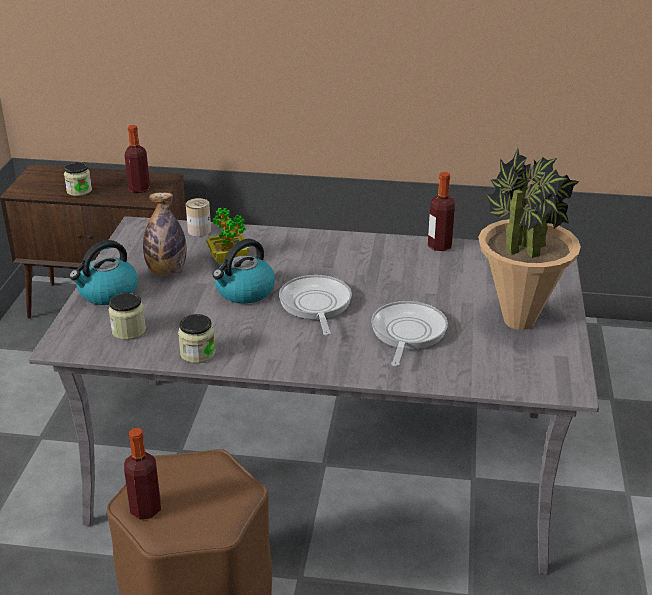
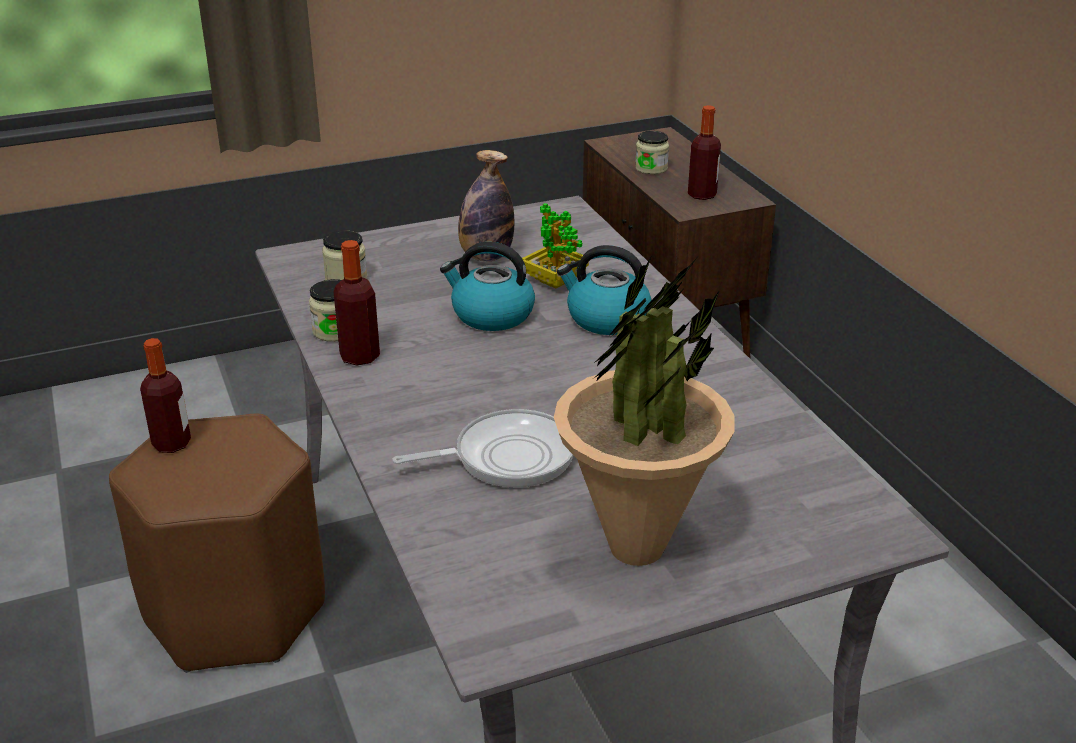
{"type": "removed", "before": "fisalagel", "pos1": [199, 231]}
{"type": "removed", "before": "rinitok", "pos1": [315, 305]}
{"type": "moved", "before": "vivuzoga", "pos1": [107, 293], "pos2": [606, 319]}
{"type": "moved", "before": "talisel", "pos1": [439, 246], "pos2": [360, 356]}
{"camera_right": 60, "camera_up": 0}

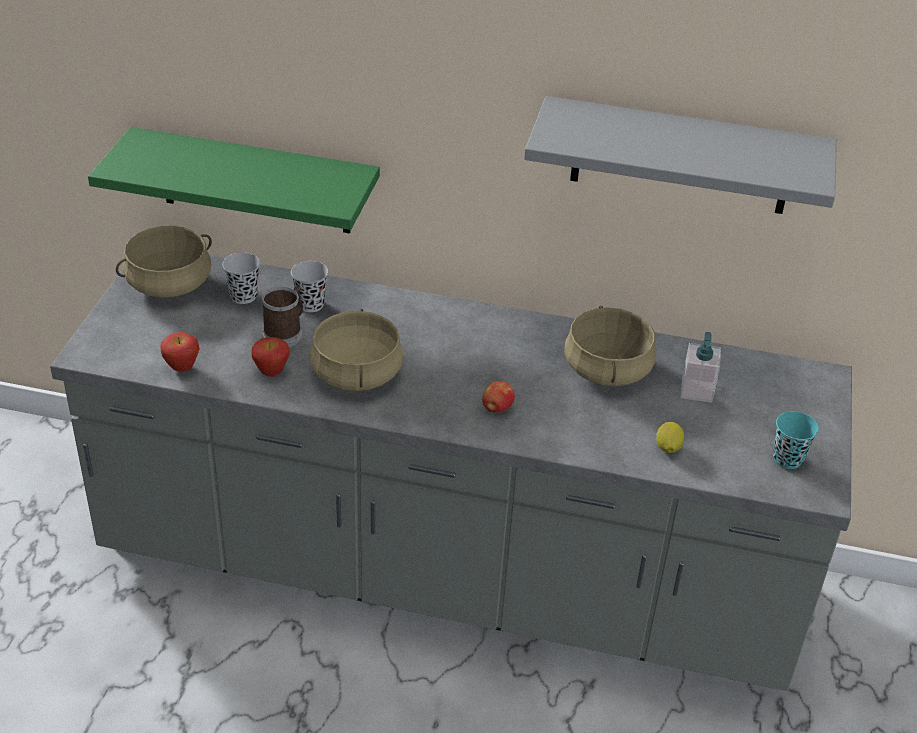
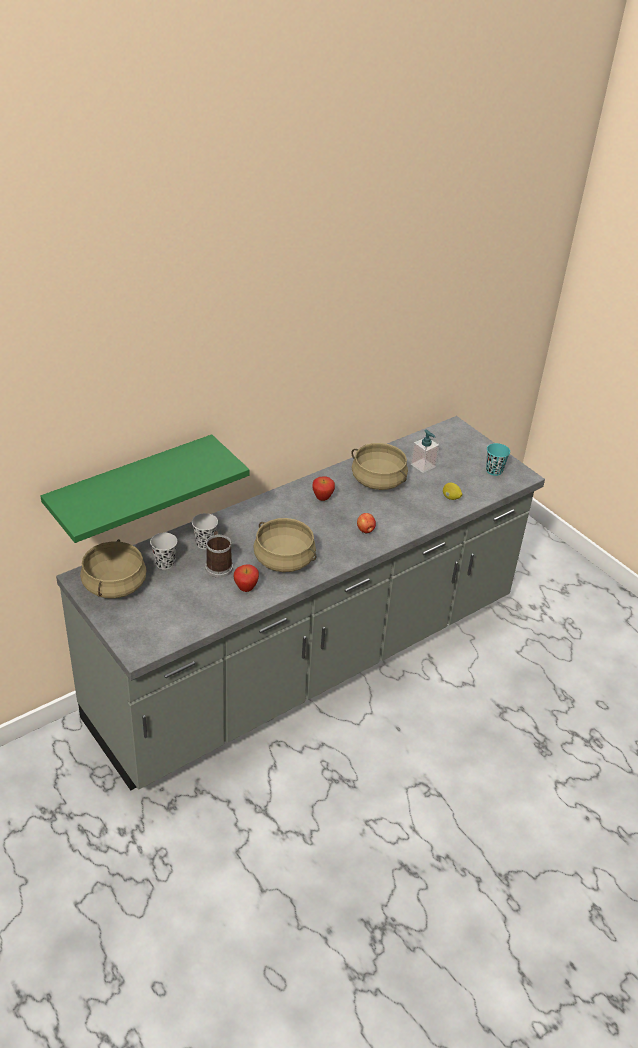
{"type": "removed", "before": "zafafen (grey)", "pos1": [681, 156]}
{"type": "moved", "before": "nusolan", "pos1": [182, 368], "pos2": [322, 498]}
{"camera_right": -50, "camera_up": 0}

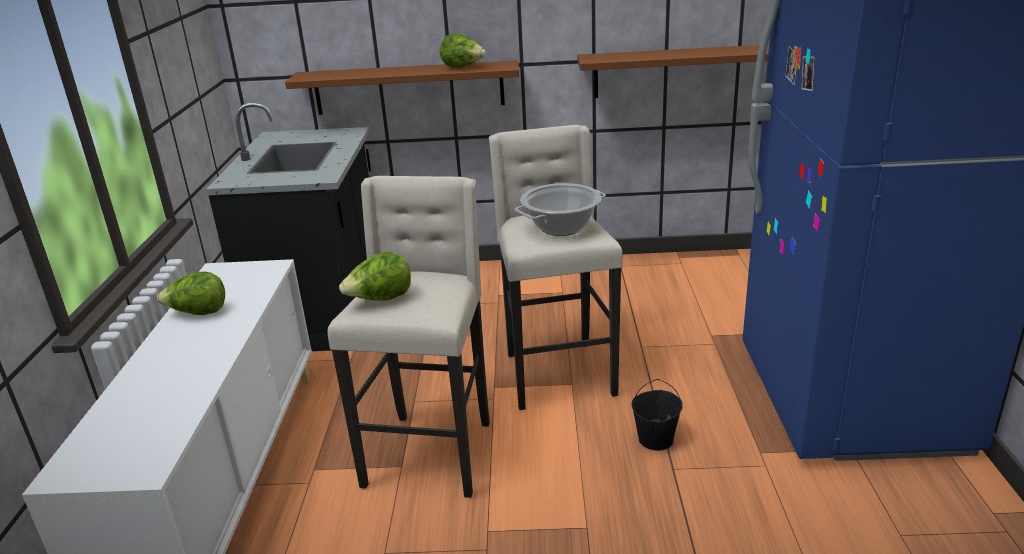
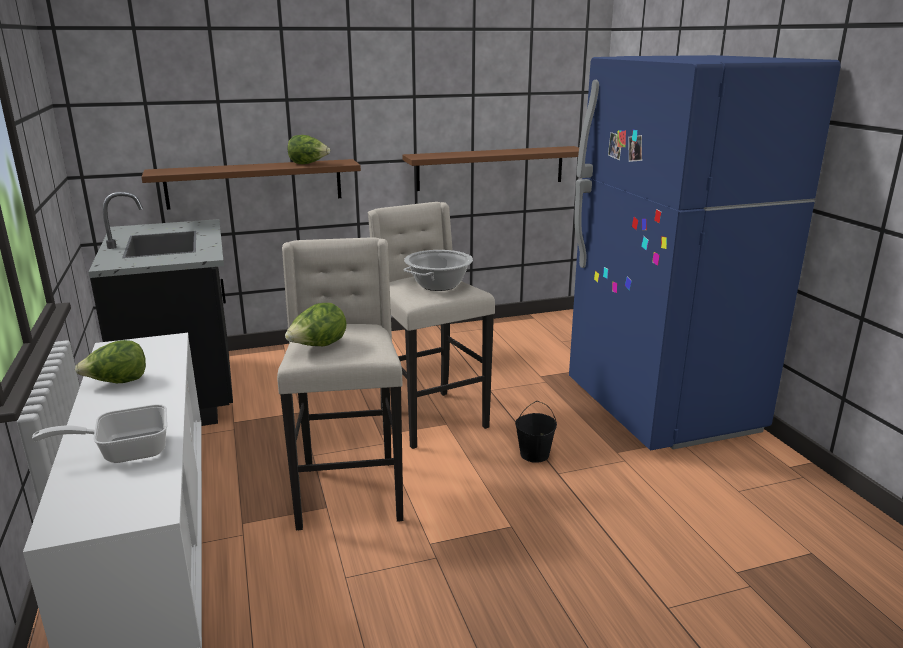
{"type": "added", "after": "rinitok", "pos2": [125, 451]}
{"camera_right": -20, "camera_up": -5}

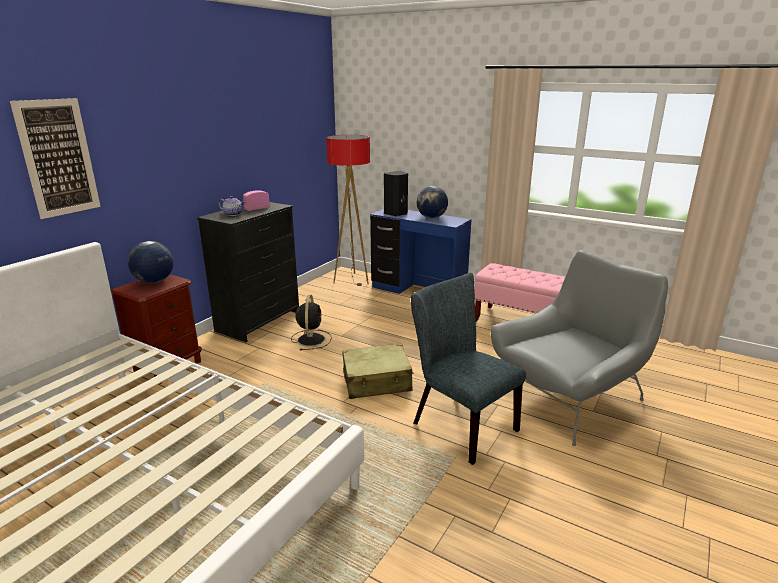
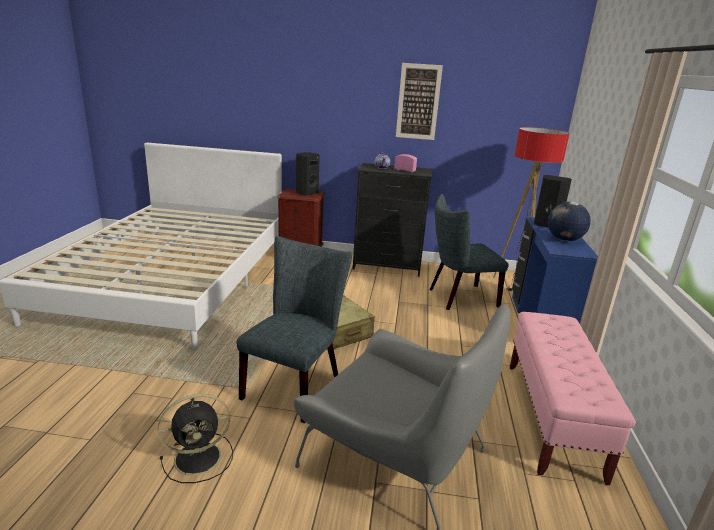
{"type": "added", "after": "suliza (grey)", "pos2": [458, 297]}
{"type": "moved", "before": "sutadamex", "pos1": [58, 158], "pos2": [418, 102]}
{"type": "moved", "before": "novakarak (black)", "pos1": [311, 339], "pos2": [200, 457]}
{"type": "replaced", "before": "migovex", "after": "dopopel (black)", "pos1": [154, 281], "pos2": [306, 193]}
{"camera_right": 65, "camera_up": 0}

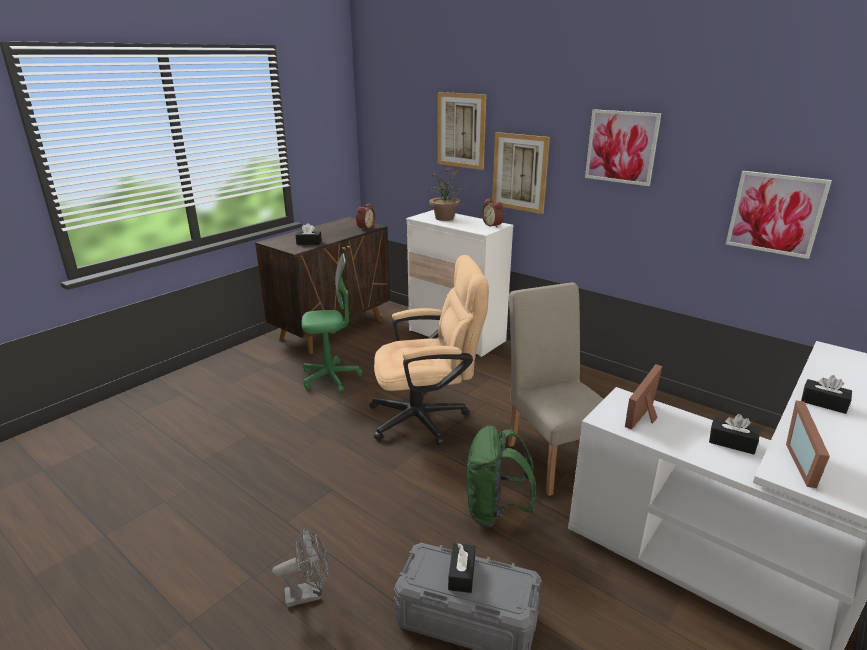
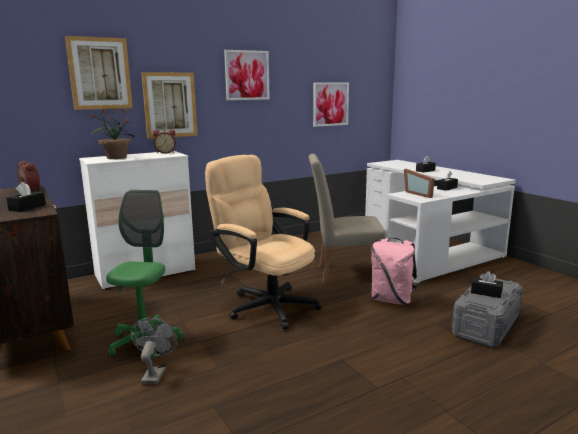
{"type": "removed", "before": "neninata", "pos1": [807, 464]}
{"type": "moved", "before": "novakarak (grey)", "pos1": [309, 593], "pos2": [155, 373]}
{"type": "recoloured", "before": "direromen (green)", "after": "direromen (pink)", "pos1": [495, 511], "pos2": [392, 300]}
{"type": "turned", "before": "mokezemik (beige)", "pos1": [427, 417], "pos2": [265, 304], "turn": -60}
{"camera_right": -70, "camera_up": -10}

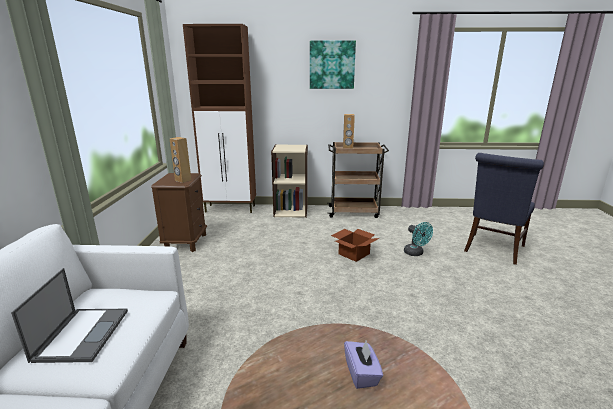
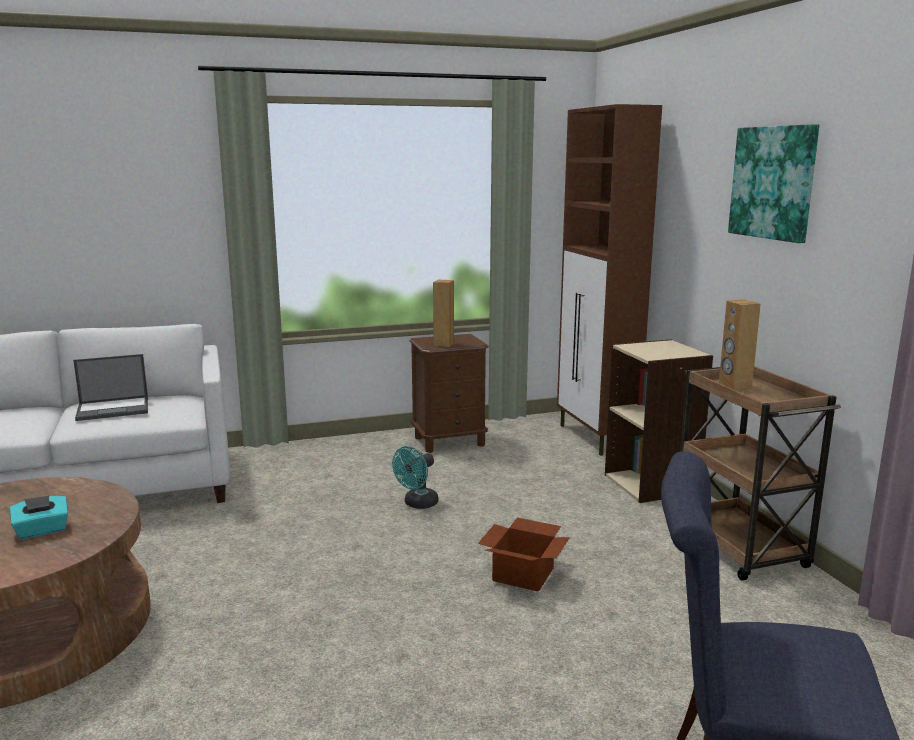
{"type": "moved", "before": "novakarak (turquoise)", "pos1": [416, 253], "pos2": [417, 504]}
{"type": "recoloured", "before": "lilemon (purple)", "after": "lilemon (turquoise)", "pos1": [362, 374], "pos2": [42, 531]}
{"camera_right": 70, "camera_up": -5}

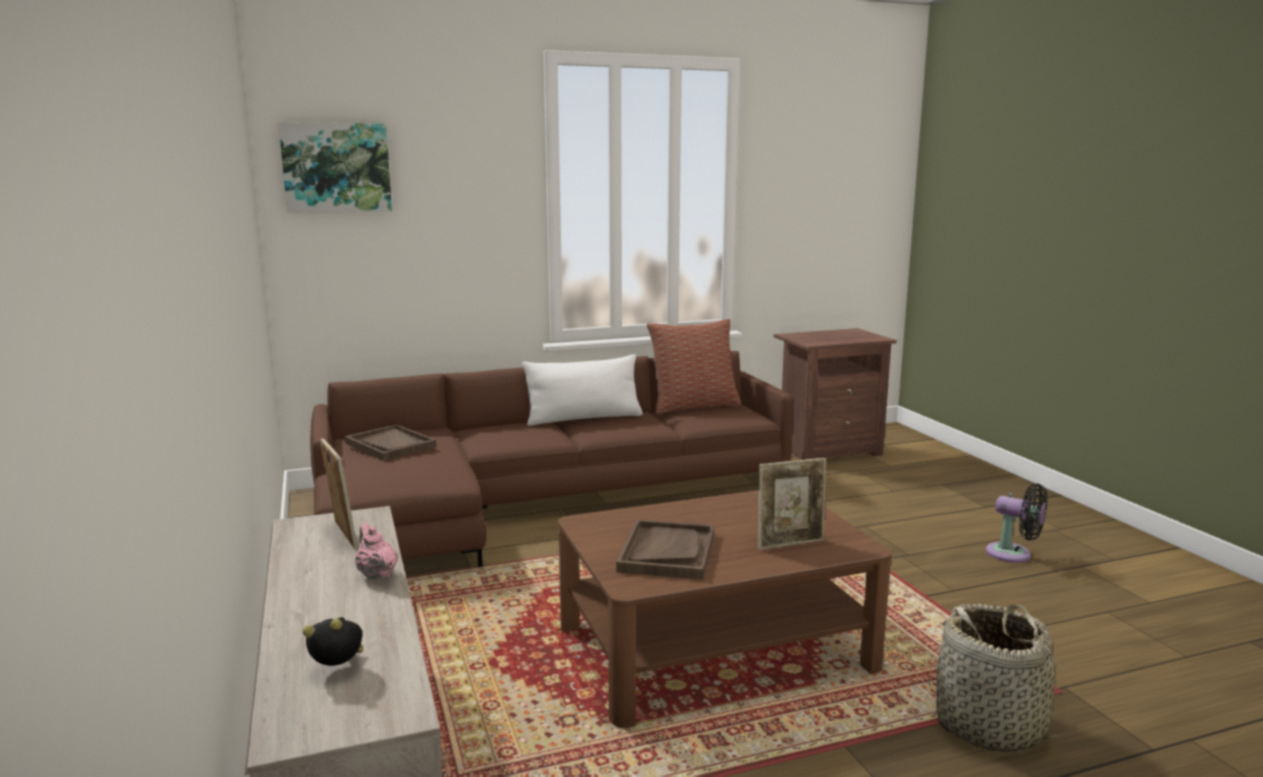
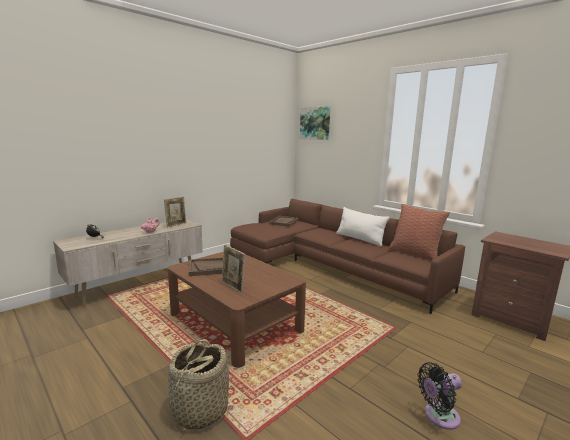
{"type": "turned", "before": "novakarak (black)", "pos1": [1013, 555], "pos2": [439, 417], "turn": 60}
{"camera_right": 65, "camera_up": 0}

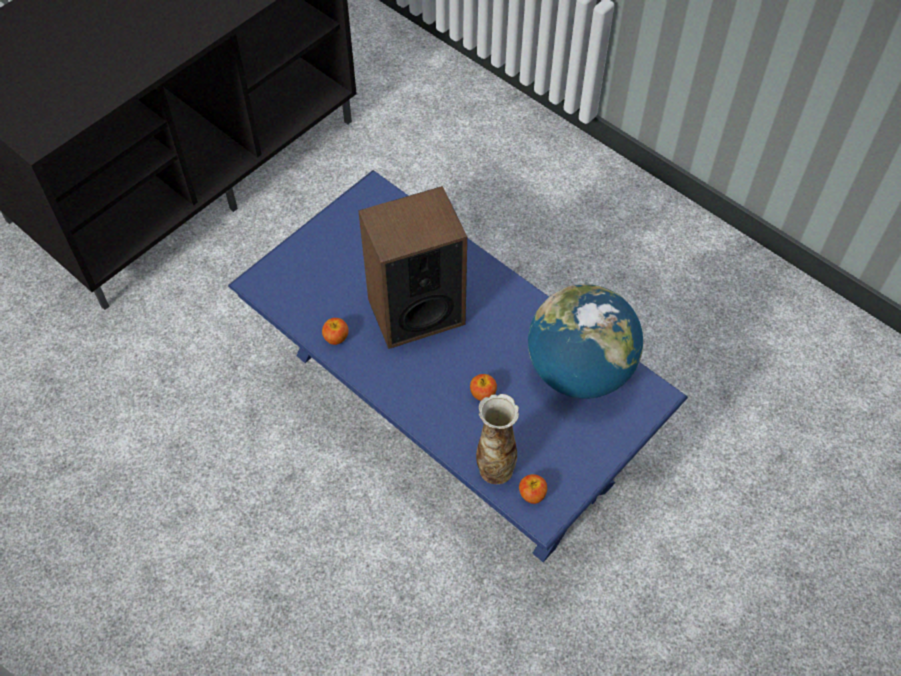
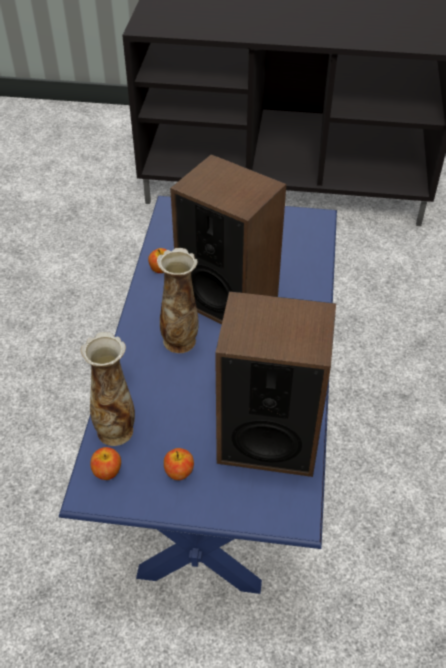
{"type": "added", "after": "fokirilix", "pos2": [180, 341]}
{"type": "moved", "before": "nusolan", "pos1": [482, 394], "pos2": [179, 472]}
{"type": "replaced", "before": "migovex", "after": "dopopel", "pos1": [579, 371], "pos2": [268, 438]}
{"camera_right": 55, "camera_up": -10}

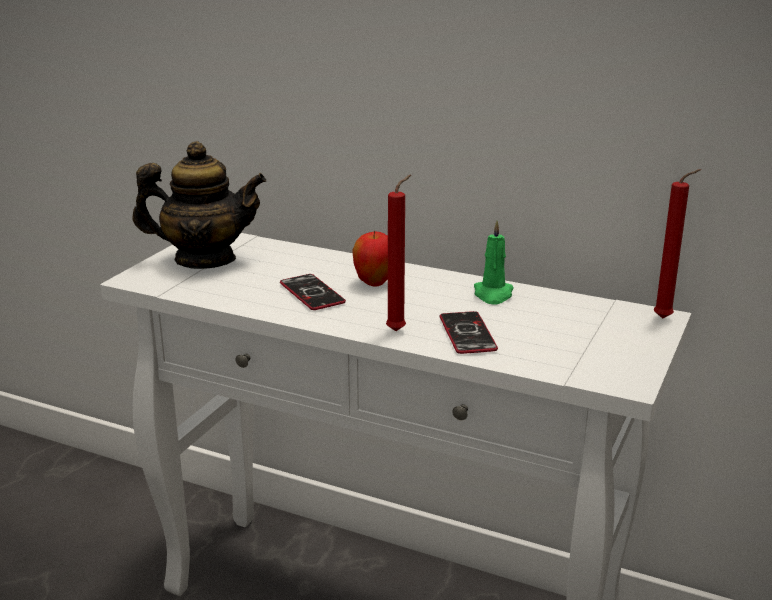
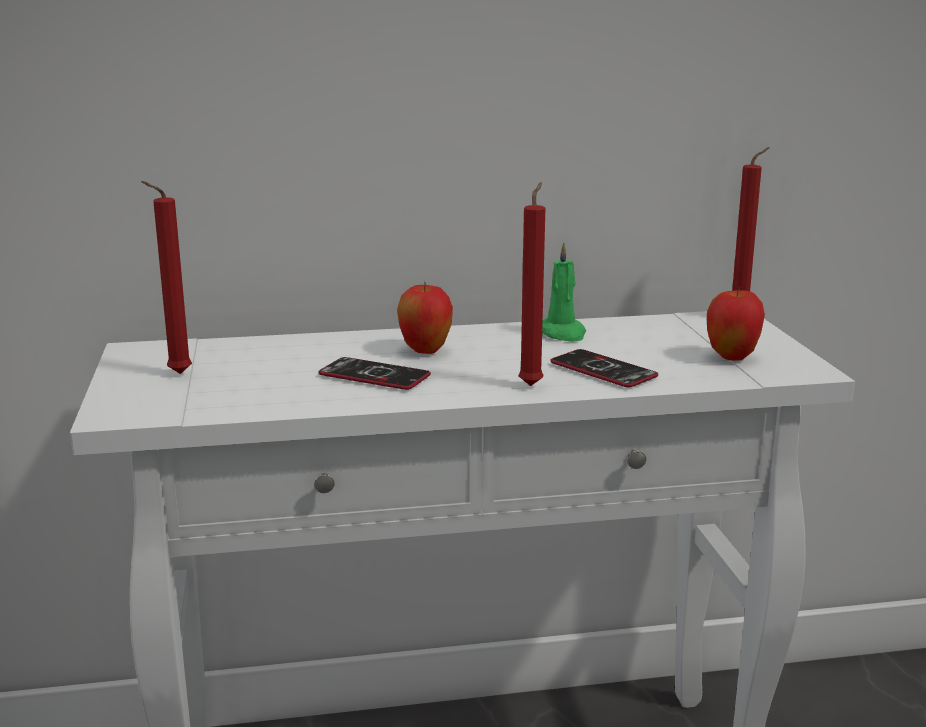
{"type": "added", "after": "nusolan", "pos2": [732, 357]}
{"type": "replaced", "before": "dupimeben", "after": "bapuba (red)", "pos1": [205, 260], "pos2": [176, 374]}
{"camera_right": -35, "camera_up": -5}

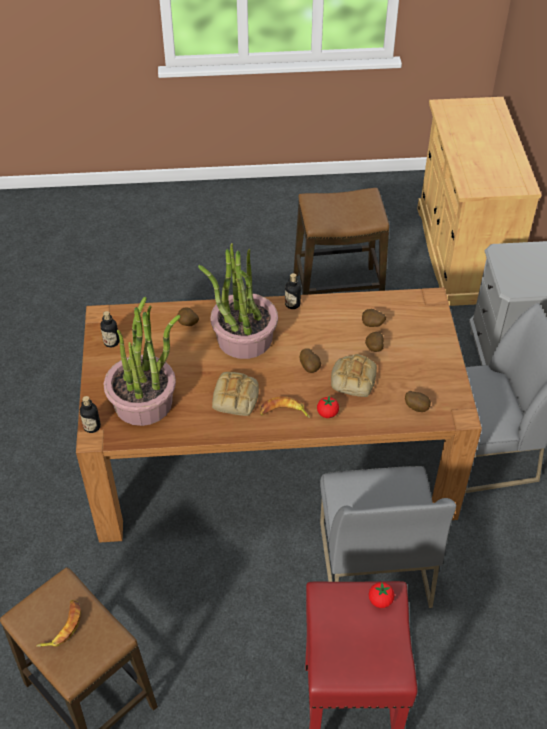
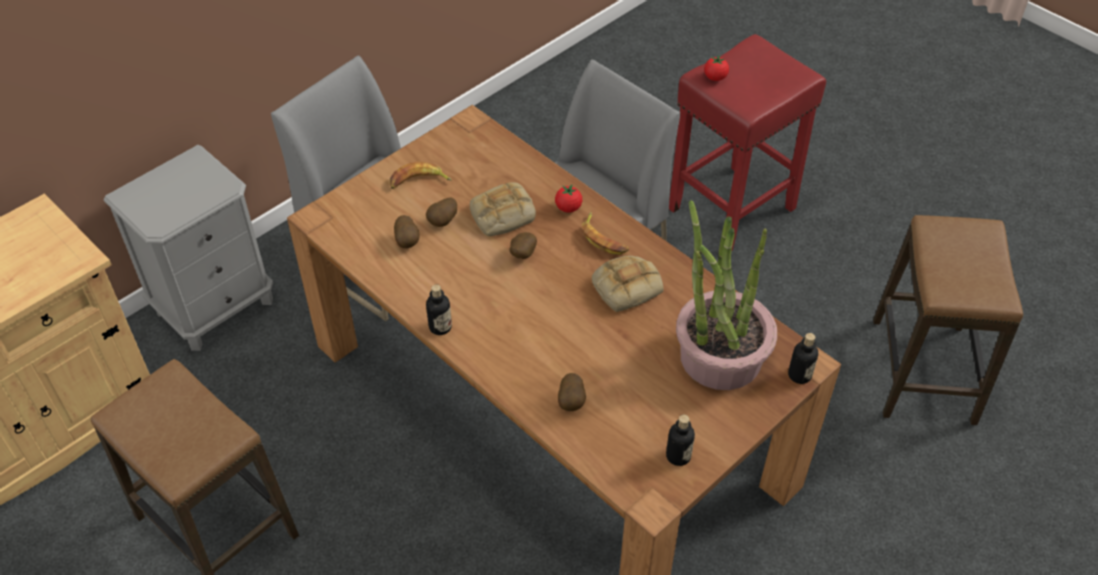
{"type": "removed", "before": "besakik", "pos1": [244, 338]}
{"type": "removed", "before": "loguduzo", "pos1": [417, 407]}
{"type": "moved", "before": "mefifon", "pos1": [62, 627], "pos2": [419, 181]}
{"camera_right": -130, "camera_up": 0}

